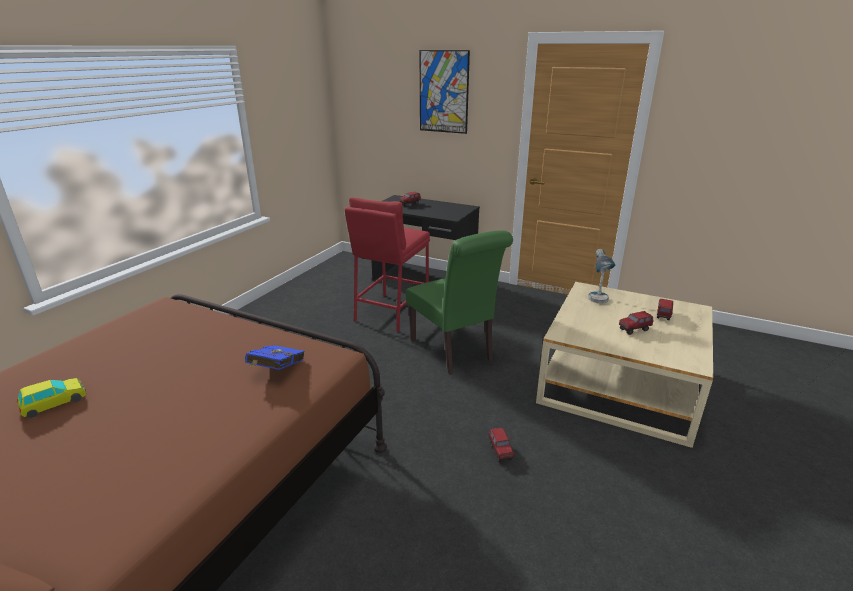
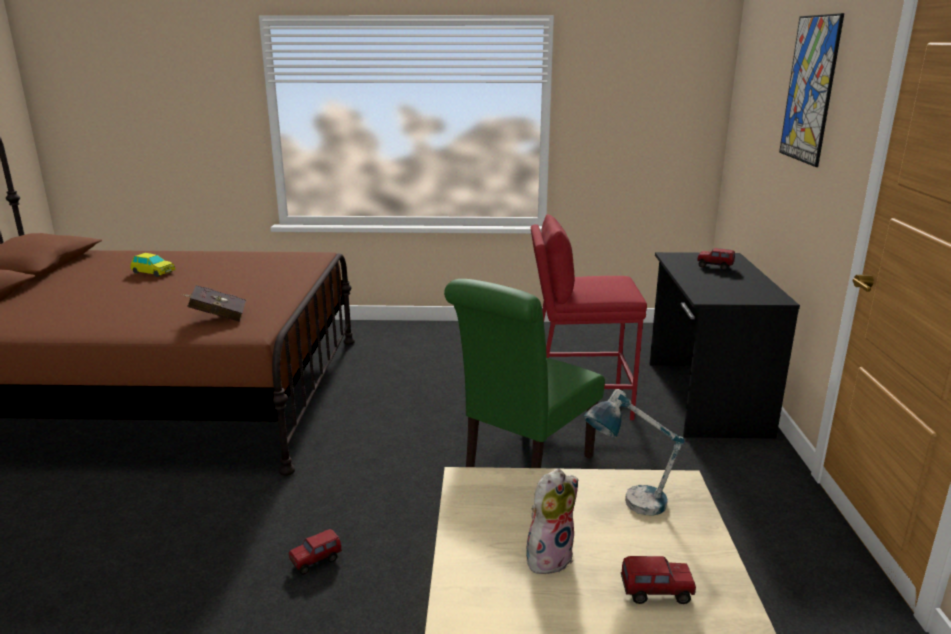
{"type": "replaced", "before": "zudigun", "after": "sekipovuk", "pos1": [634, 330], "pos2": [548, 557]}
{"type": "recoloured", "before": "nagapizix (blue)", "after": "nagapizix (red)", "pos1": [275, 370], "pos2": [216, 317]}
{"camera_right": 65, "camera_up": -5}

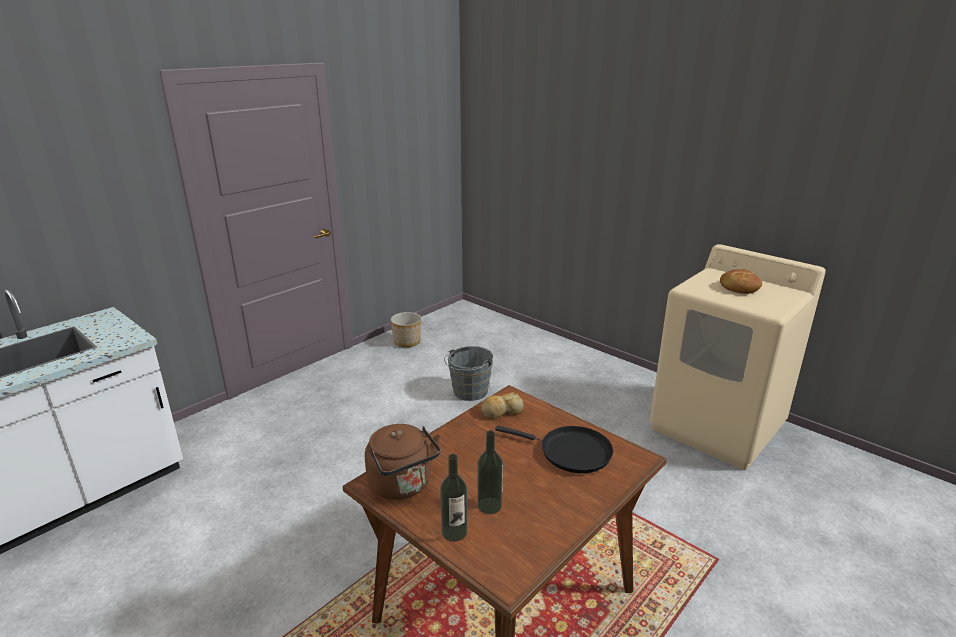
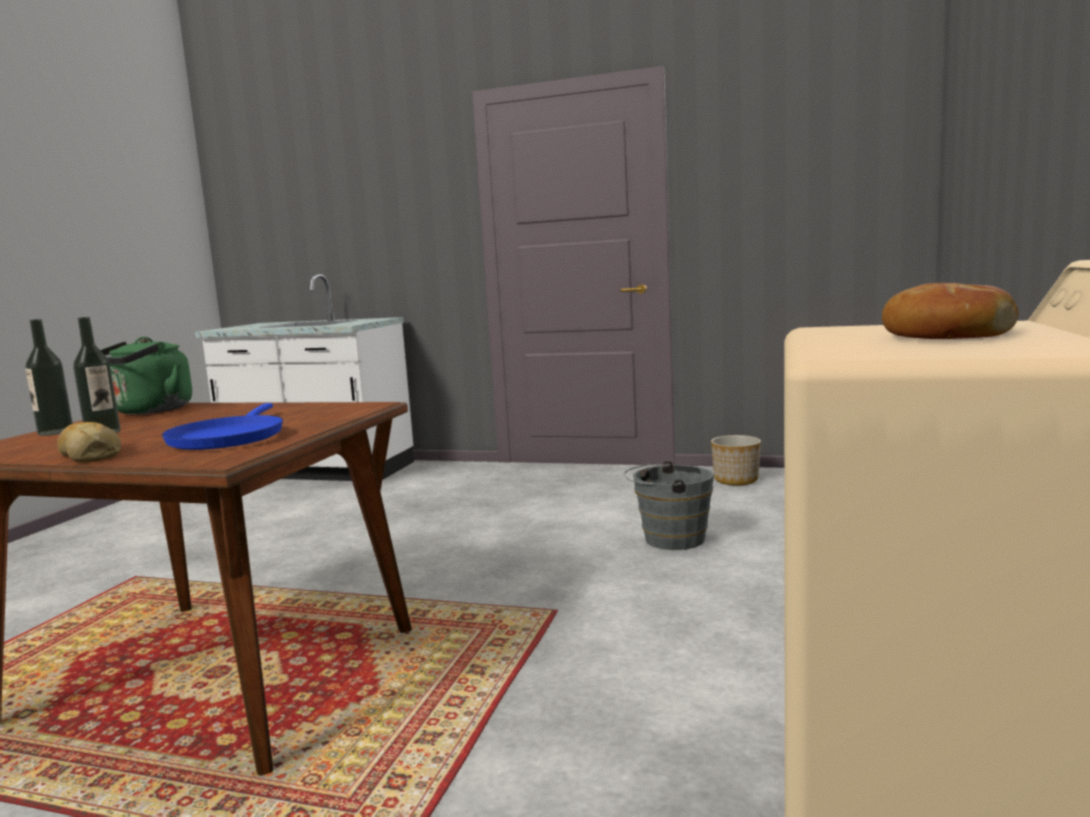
{"type": "moved", "before": "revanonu", "pos1": [501, 411], "pos2": [91, 455]}
{"type": "recoloured", "before": "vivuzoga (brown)", "after": "vivuzoga (green)", "pos1": [403, 485], "pos2": [149, 411]}
{"type": "recoloured", "before": "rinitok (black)", "after": "rinitok (blue)", "pos1": [570, 452], "pos2": [228, 438]}
{"camera_right": 65, "camera_up": -15}

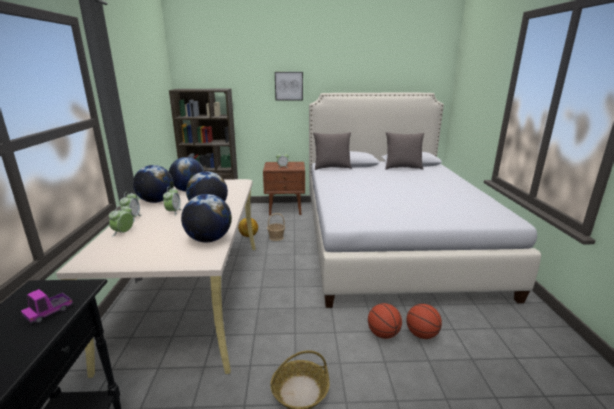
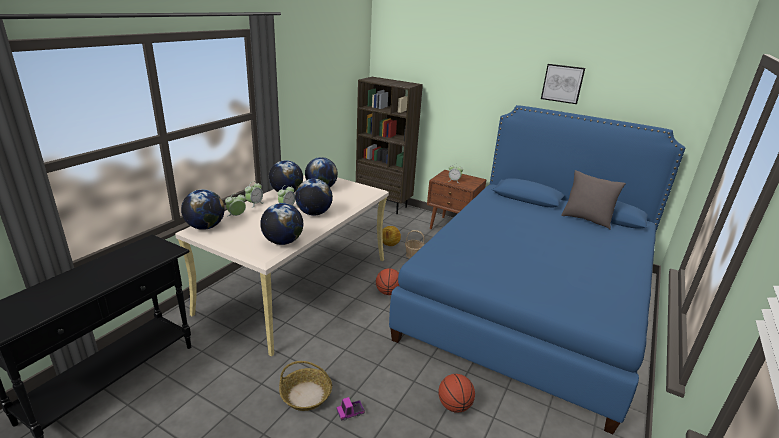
{"type": "removed", "before": "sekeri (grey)", "pos1": [332, 168]}
{"type": "added", "after": "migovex", "pos2": [205, 227]}
{"type": "moved", "before": "zudigun", "pos1": [49, 312], "pos2": [350, 412]}
{"type": "moved", "before": "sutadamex", "pos1": [289, 86], "pos2": [562, 83]}
{"type": "moved", "before": "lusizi", "pos1": [383, 334], "pos2": [388, 292]}
{"type": "recoloured", "before": "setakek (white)", "after": "setakek (blue)", "pos1": [389, 240], "pos2": [530, 301]}
{"camera_right": 30, "camera_up": 5}

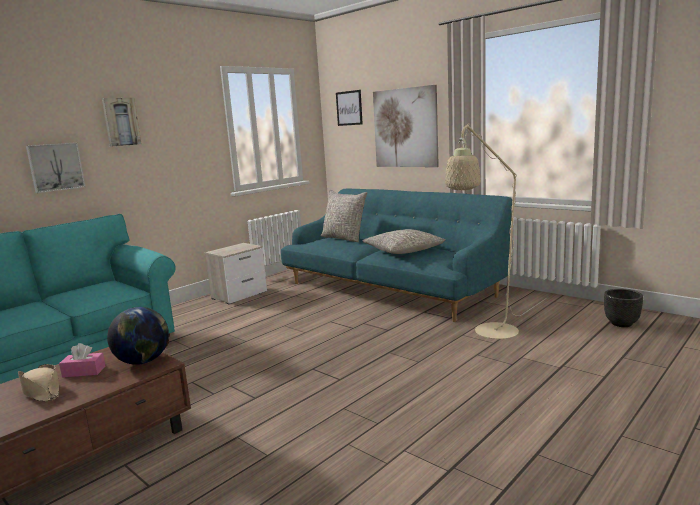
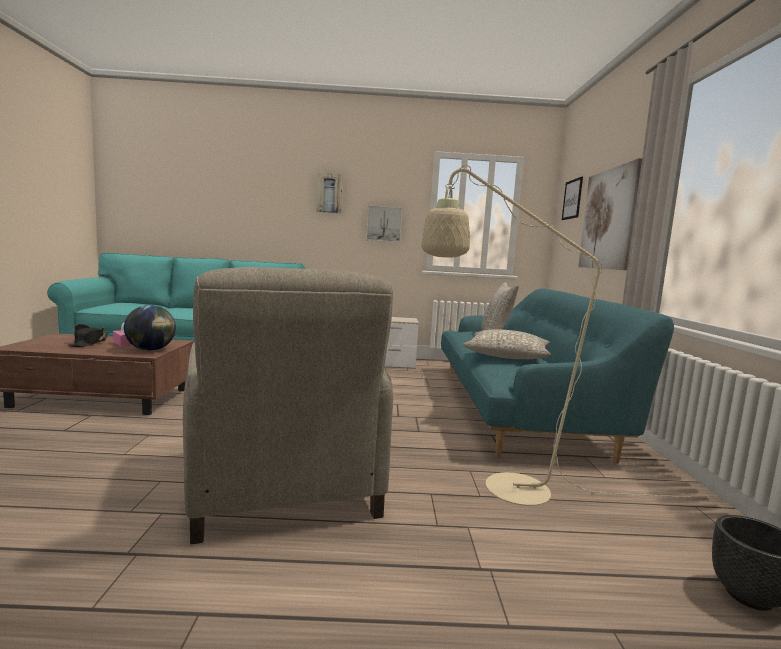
{"type": "added", "after": "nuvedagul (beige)", "pos2": [284, 487]}
{"type": "moved", "before": "sutadamex", "pos1": [55, 167], "pos2": [384, 224]}
{"type": "recoloured", "before": "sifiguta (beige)", "after": "sifiguta (black)", "pos1": [41, 391], "pos2": [89, 343]}
{"camera_right": 45, "camera_up": -5}

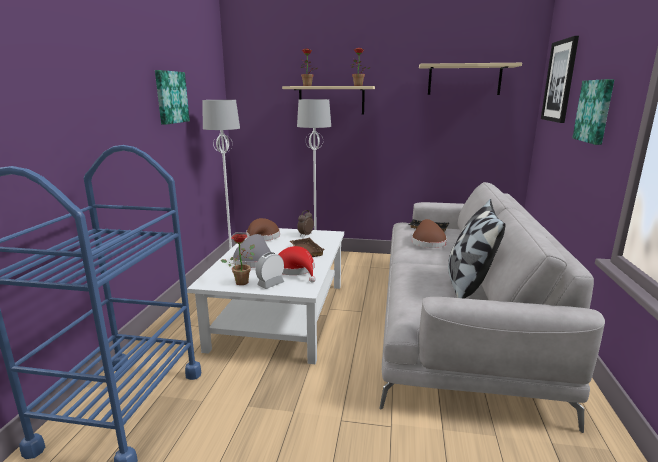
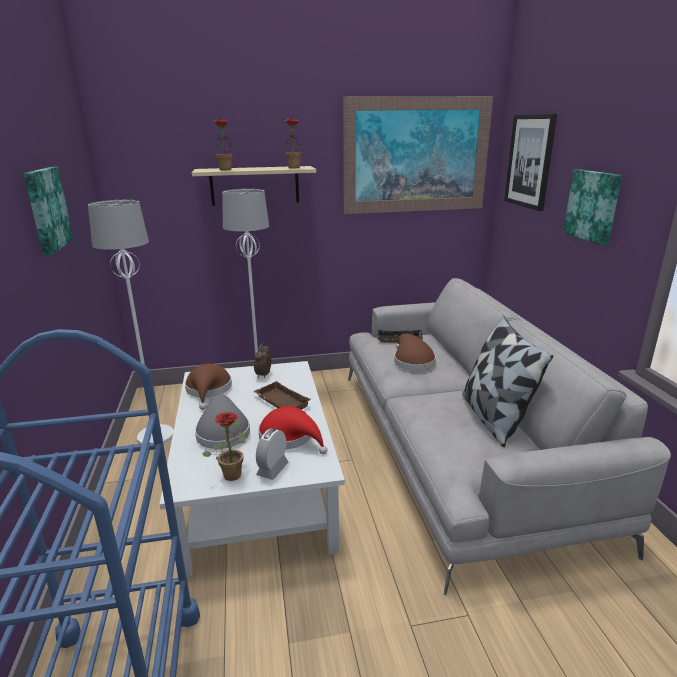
{"type": "replaced", "before": "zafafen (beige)", "after": "sutadamex", "pos1": [464, 80], "pos2": [416, 155]}
{"camera_right": -20, "camera_up": 5}

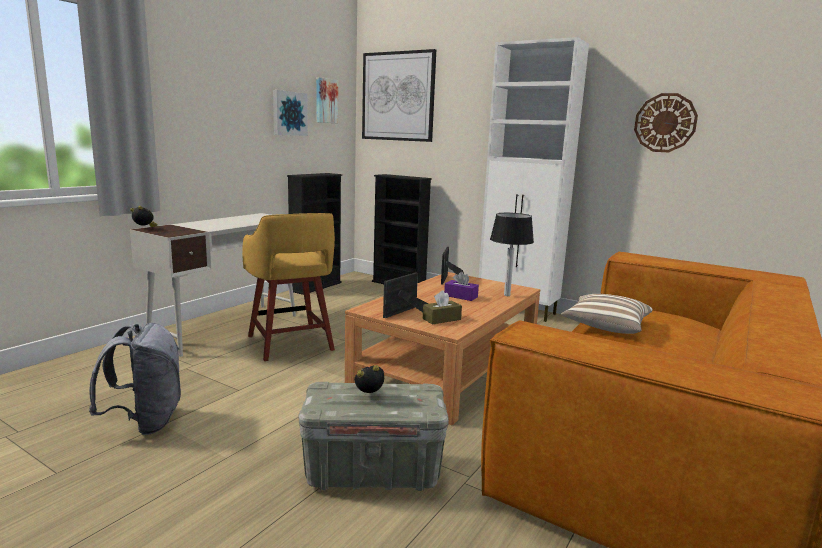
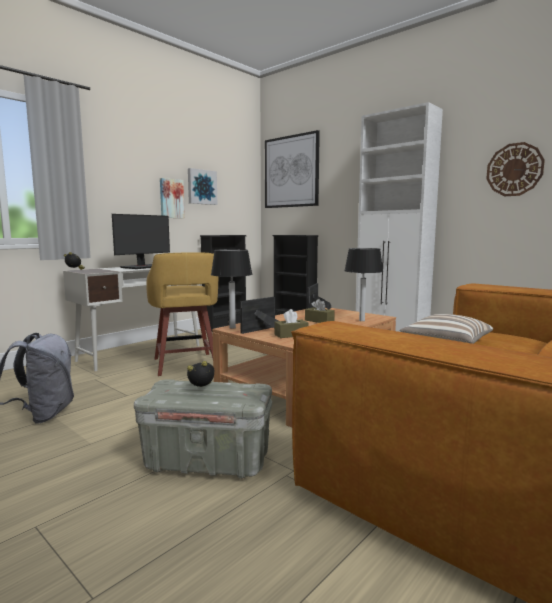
{"type": "added", "after": "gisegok", "pos2": [143, 267]}
{"type": "added", "after": "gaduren", "pos2": [232, 327]}
{"type": "moved", "before": "sutadamex", "pos1": [325, 101], "pos2": [171, 198]}
{"type": "recoloured", "before": "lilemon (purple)", "after": "lilemon (brown)", "pos1": [460, 296], "pos2": [319, 321]}
{"camera_right": 10, "camera_up": -5}

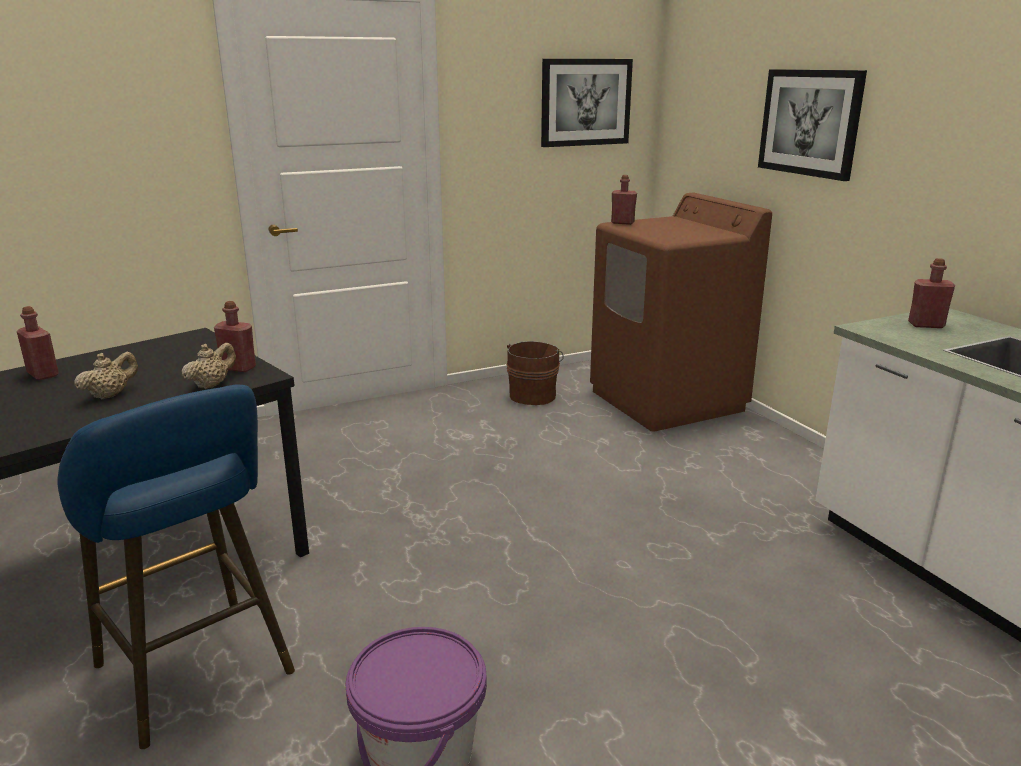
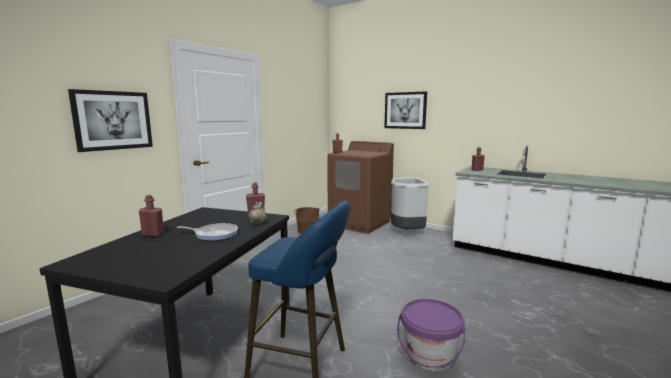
{"type": "added", "after": "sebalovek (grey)", "pos2": [407, 232]}
{"type": "moved", "before": "sutadamex", "pos1": [585, 102], "pos2": [113, 120]}
{"type": "replaced", "before": "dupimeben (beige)", "after": "rinitok", "pos1": [110, 395], "pos2": [214, 234]}
{"camera_right": -30, "camera_up": -10}

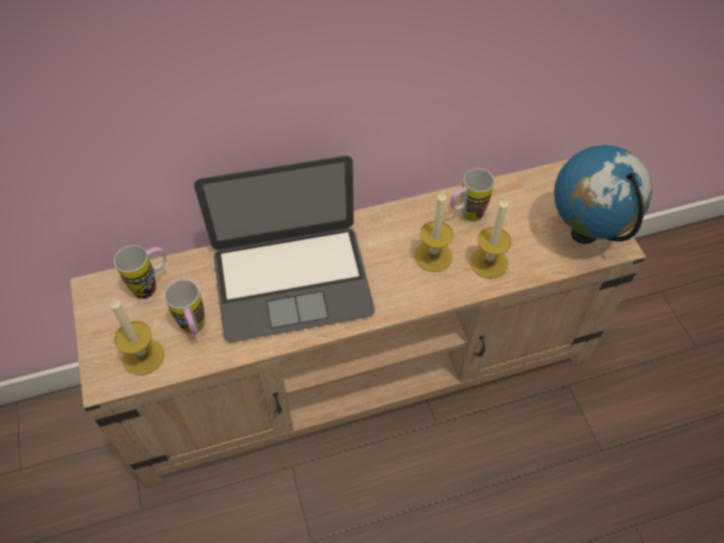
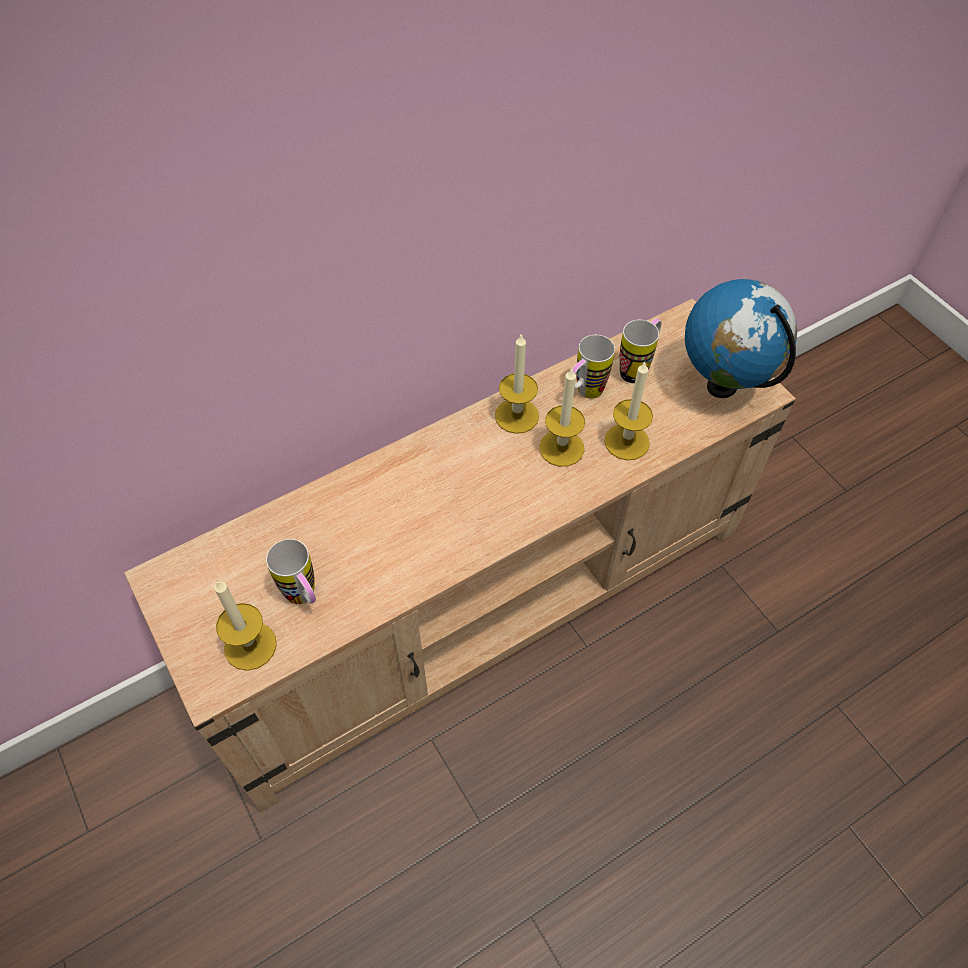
{"type": "removed", "before": "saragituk", "pos1": [292, 281]}
{"type": "added", "after": "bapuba", "pos2": [516, 416]}
{"type": "moved", "before": "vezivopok", "pos1": [152, 285], "pos2": [637, 369]}
{"camera_right": -15, "camera_up": 0}

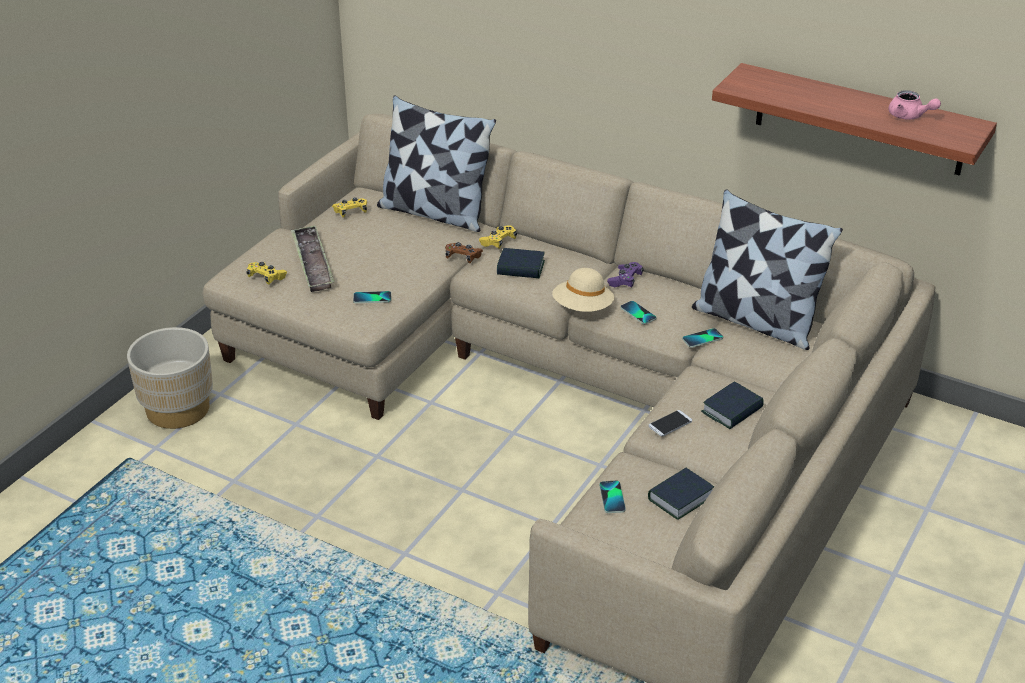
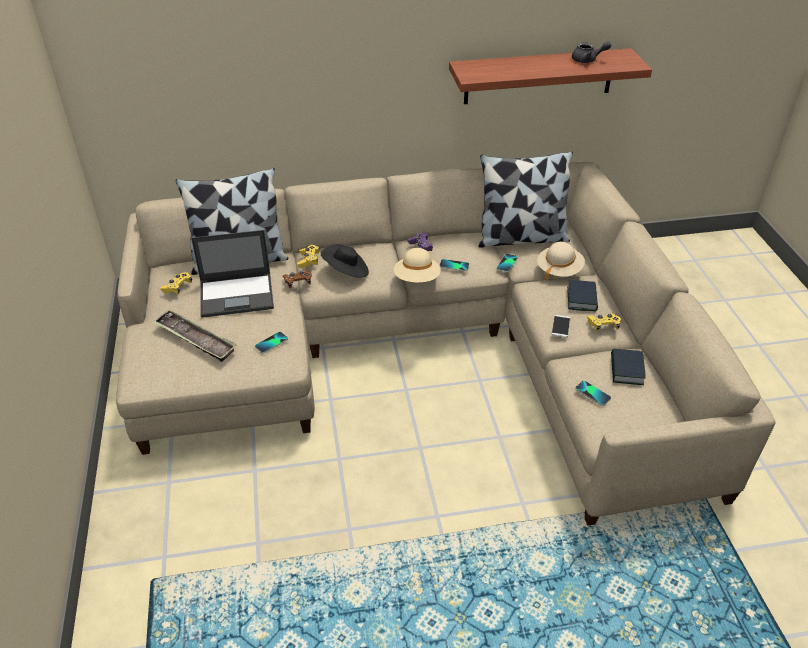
{"type": "removed", "before": "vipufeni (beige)", "pos1": [178, 409]}
{"type": "added", "after": "saragituk", "pos2": [238, 295]}
{"type": "added", "after": "sifiguta (beige)", "pos2": [559, 270]}
{"type": "moved", "before": "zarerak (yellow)", "pos1": [266, 277], "pos2": [603, 325]}
{"type": "replaced", "before": "nagapizix", "after": "sifiguta (black)", "pos1": [521, 268], "pos2": [346, 271]}
{"type": "recoloured", "before": "dupimeben (pink)", "after": "dupimeben (grey)", "pos1": [909, 116], "pos2": [587, 60]}
{"camera_right": -40, "camera_up": 5}

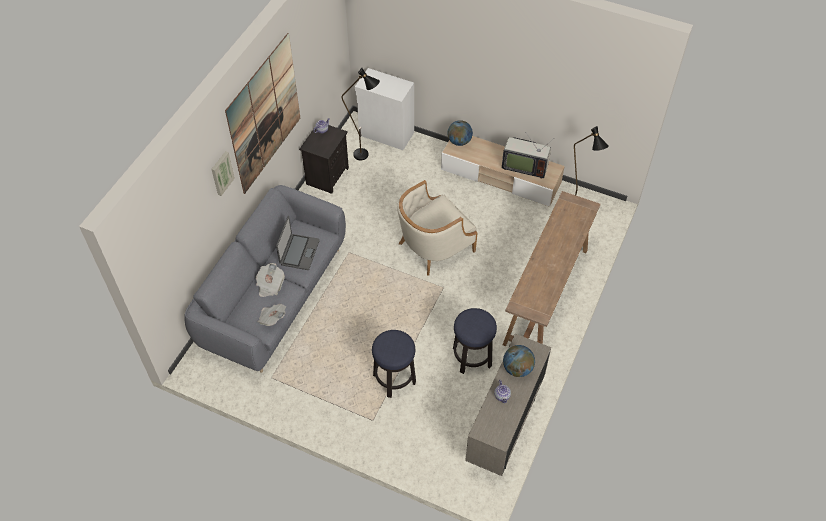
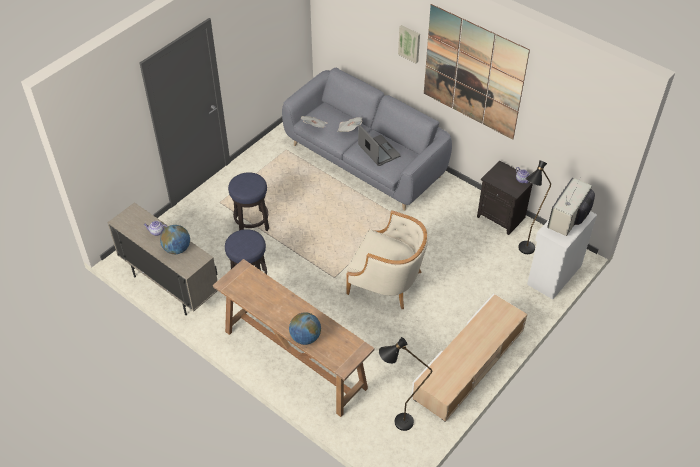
{"type": "moved", "before": "migovex", "pos1": [459, 141], "pos2": [305, 337]}
{"type": "moved", "before": "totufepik", "pos1": [524, 166], "pos2": [569, 219]}
{"type": "turned", "before": "saragituk", "pos1": [299, 252], "pos2": [378, 151], "turn": -150}
{"type": "turned", "before": "nuvedagul (beige)", "pos1": [434, 246], "pos2": [386, 281], "turn": 135}
{"camera_right": 105, "camera_up": -5}

